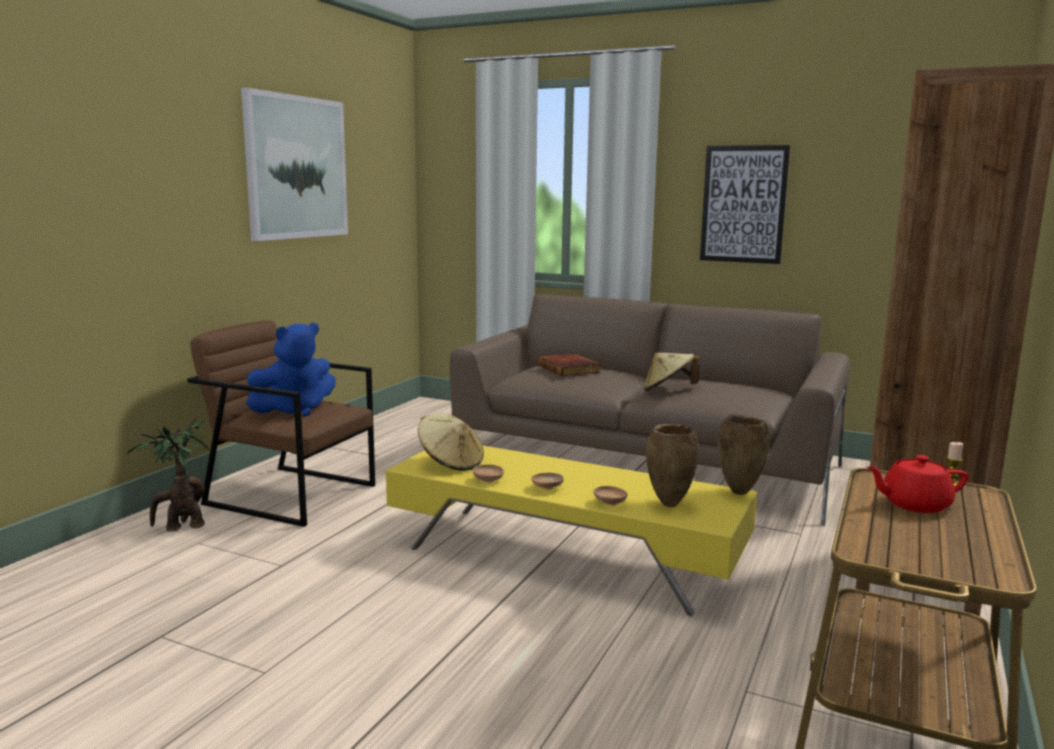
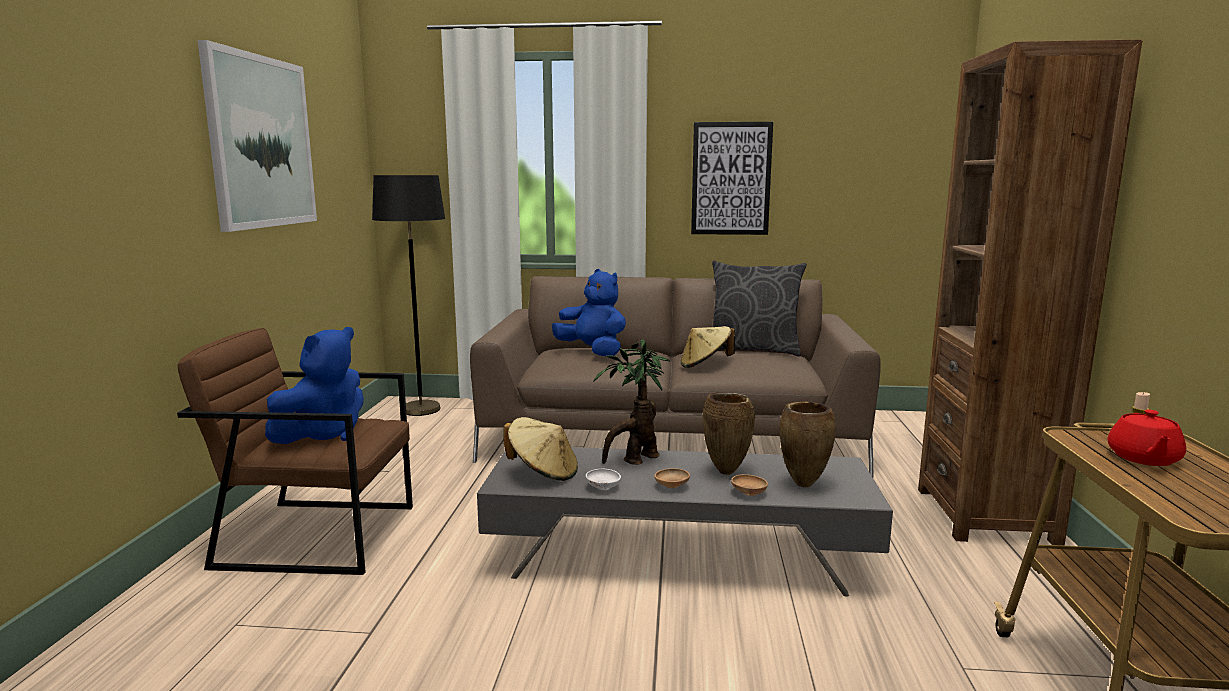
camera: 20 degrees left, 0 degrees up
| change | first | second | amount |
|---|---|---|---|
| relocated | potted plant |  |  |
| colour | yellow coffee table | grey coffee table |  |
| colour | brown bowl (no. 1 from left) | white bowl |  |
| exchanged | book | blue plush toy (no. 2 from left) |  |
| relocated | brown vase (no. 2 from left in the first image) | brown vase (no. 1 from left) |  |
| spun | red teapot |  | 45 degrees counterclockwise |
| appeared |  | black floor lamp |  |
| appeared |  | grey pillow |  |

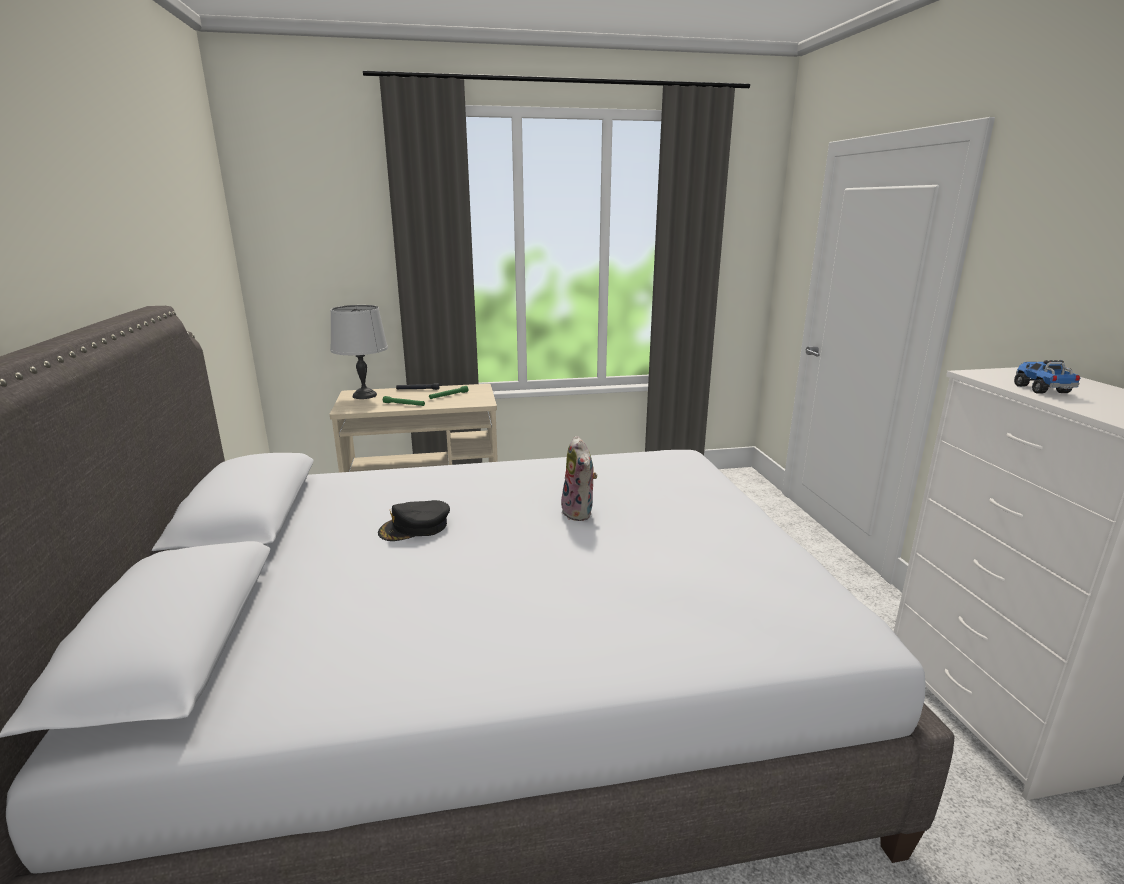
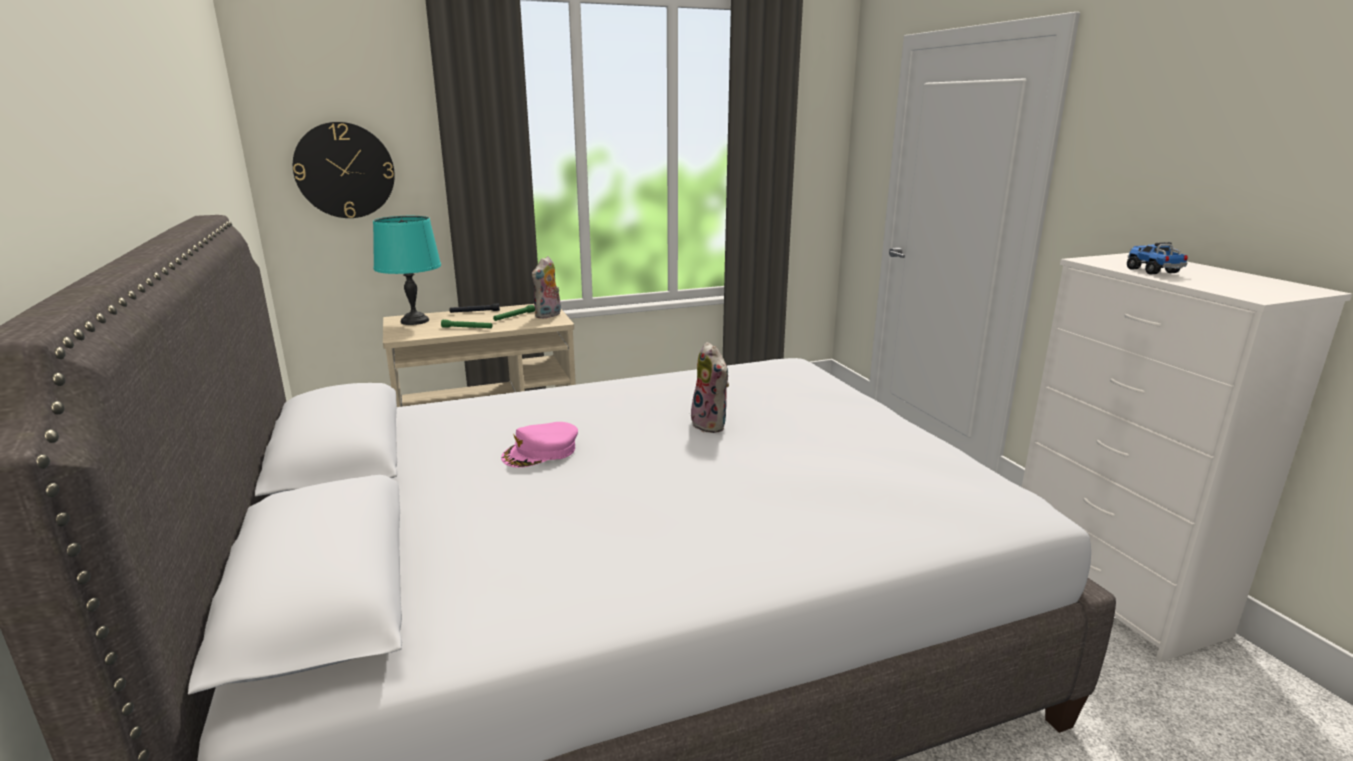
camera: 10 degrees left, 0 degrees up
| change | first | second | amount |
|---|---|---|---|
| colour | grey table lamp | turquoise table lamp |  |
| colour | black cap | pink cap |  |
| appeared |  | wall clock |  |
| appeared |  | plush toy (no. 1 from left) |  |

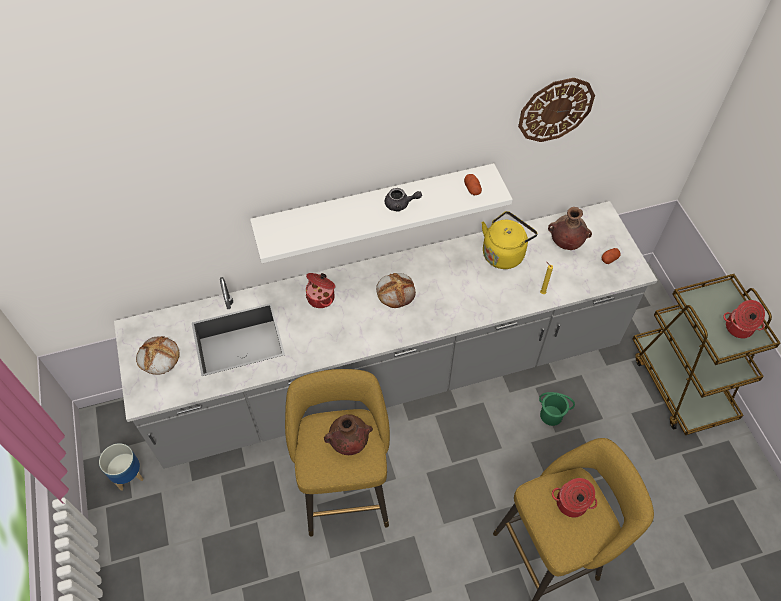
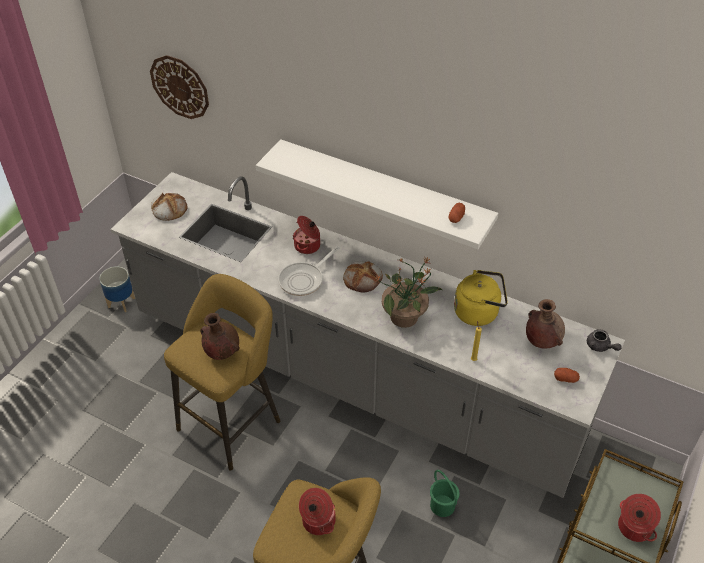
camera: 45 degrees right, 10 degrees down
| change | first | second | amount |
|---|---|---|---|
| relocated | grey teapot |  |  |
| relocated | wall clock |  |  |
| appeared |  | frying pan |  |
| appeared |  | potted plant |  |

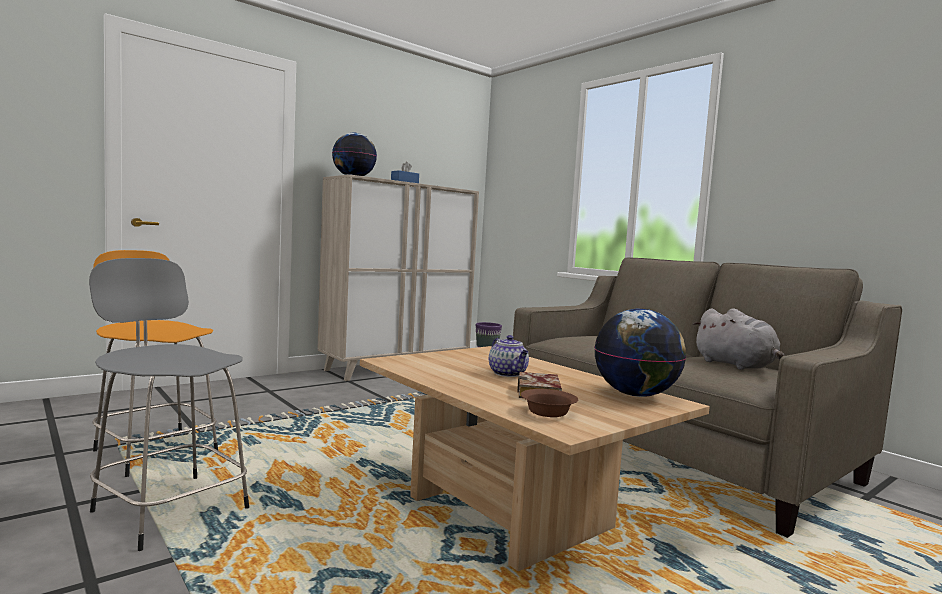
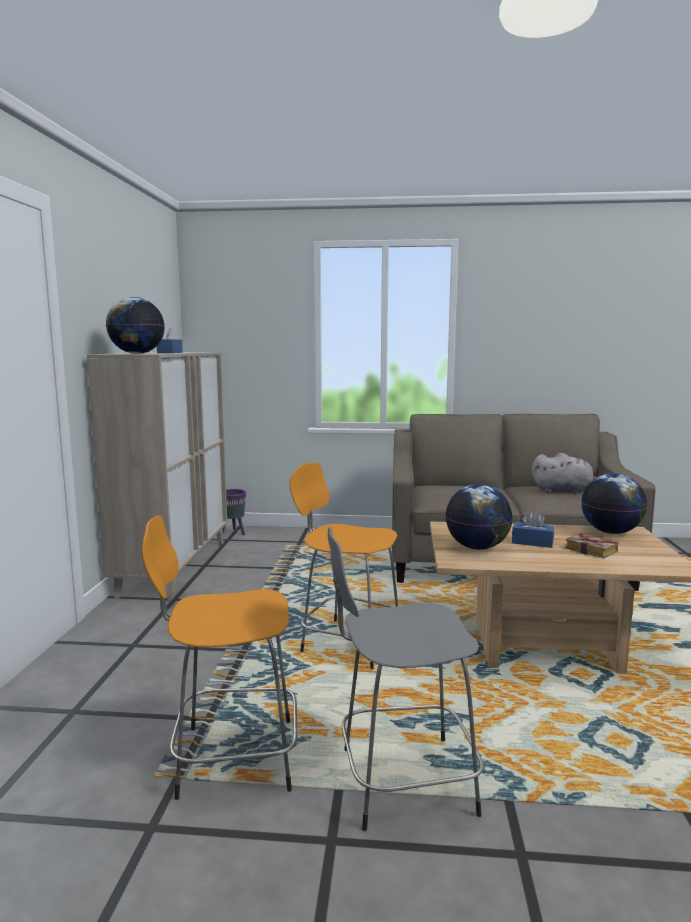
camera: 45 degrees left, 5 degrees up
| change | first | second | amount |
|---|---|---|---|
| exchanged | teapot | blue tissue box (no. 2 from left) |  |
| missing | brown bowl |  |  |
| appeared |  | orange stool (no. 2 from left) |  |
| appeared |  | globe (no. 2 from left) |  |

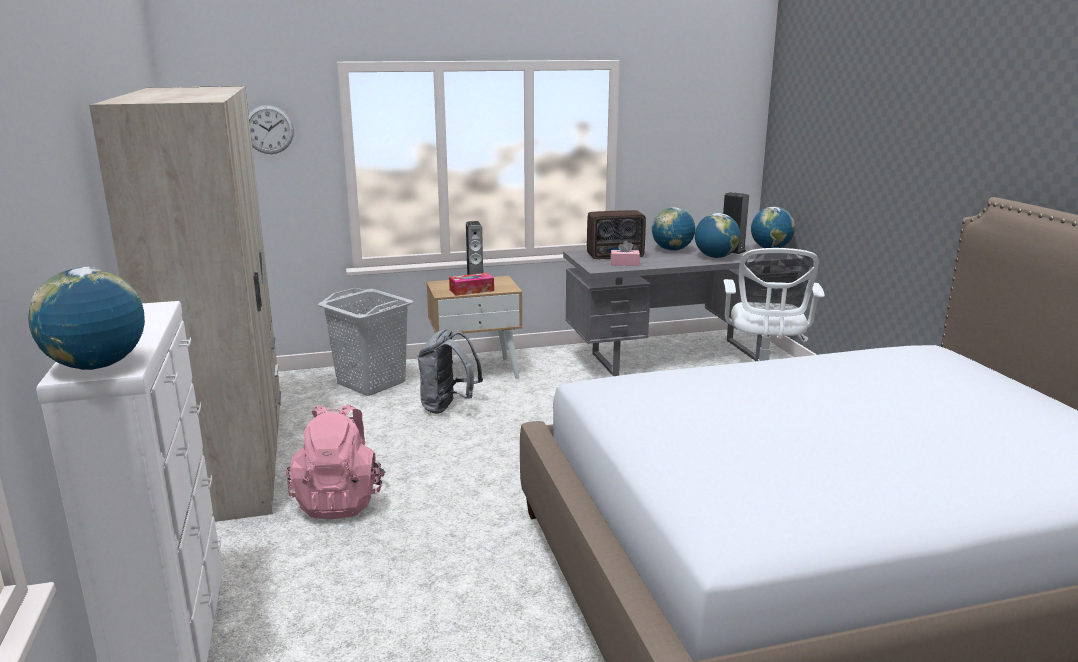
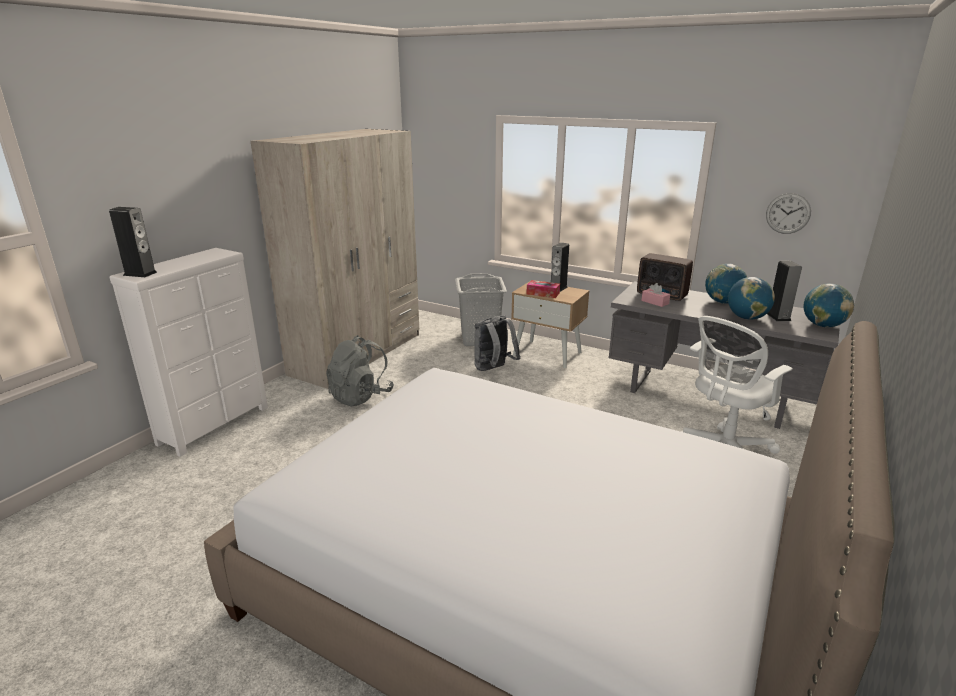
camera: 45 degrees right, 5 degrees up
| change | first | second | amount |
|---|---|---|---|
| exchanged | globe (no. 1 from left) | speaker (no. 1 from left) |  |
| relocated | wall clock |  |  |
| colour | pink backpack | grey backpack (no. 1 from left) |  |

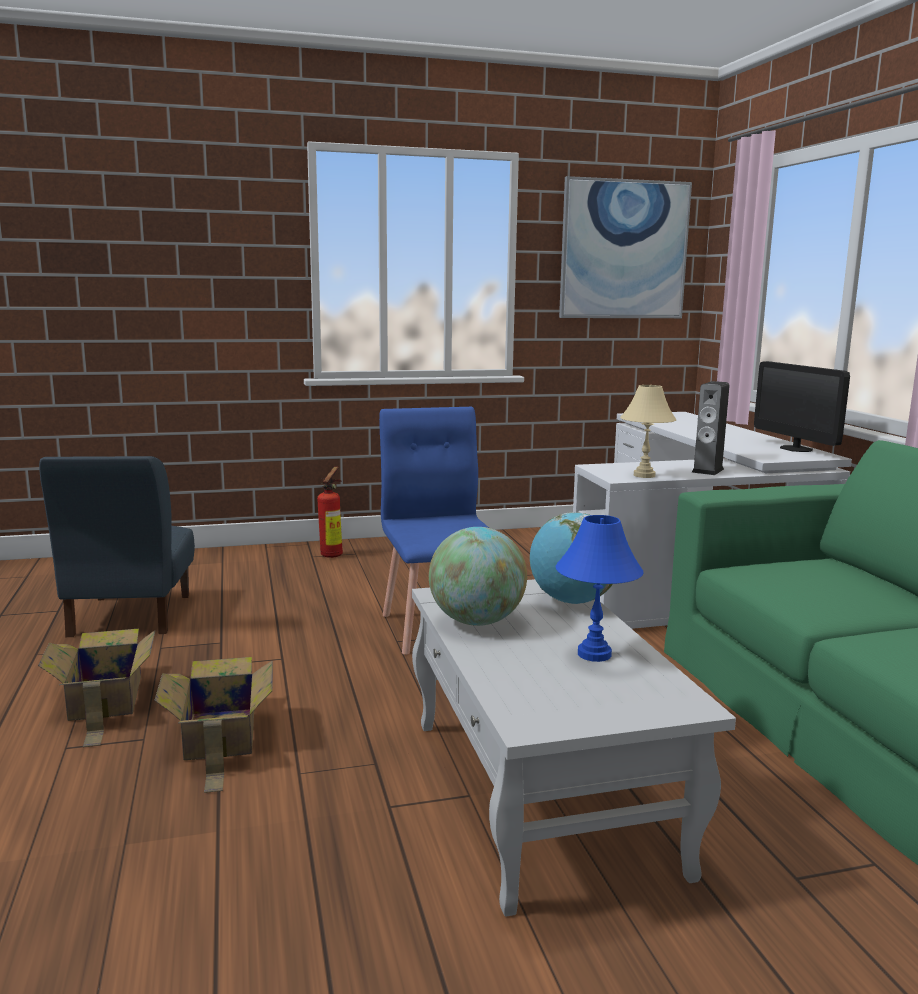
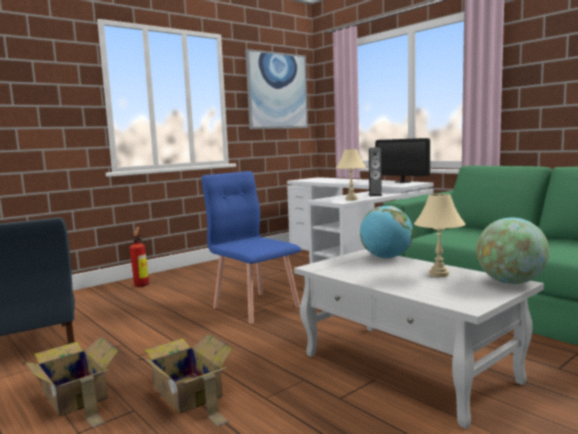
camera: 25 degrees left, 5 degrees down
| change | first | second | amount |
|---|---|---|---|
| relocated | globe (no. 1 from left in the first image) | globe (no. 2 from left) |  |
| colour | blue table lamp | beige table lamp (no. 2 from left) |  |

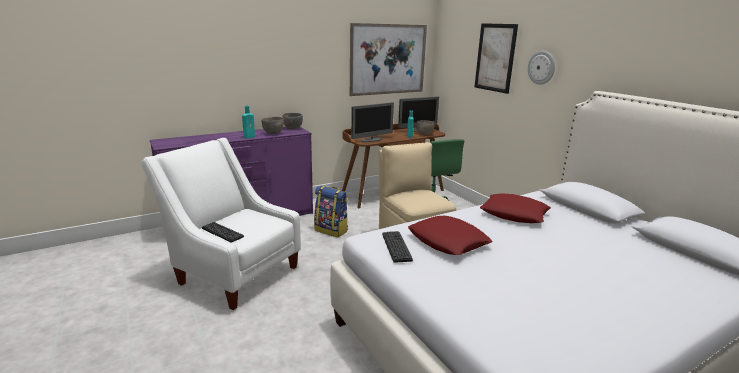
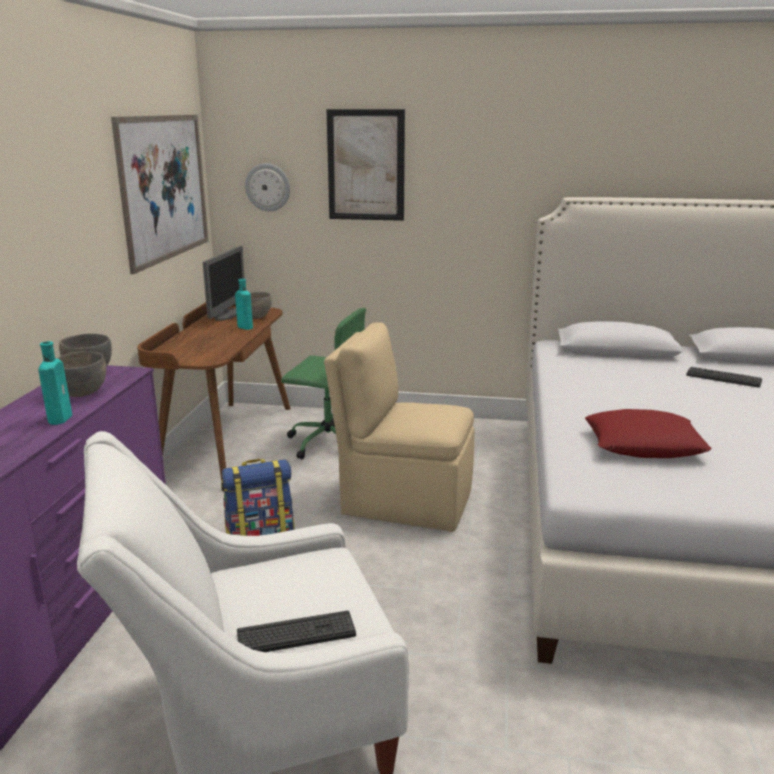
camera: 50 degrees left, 0 degrees up
| change | first | second | amount |
|---|---|---|---|
| missing | monitor (no. 1 from left) |  |  |
| relocated | keyboard (no. 2 from left) |  |  |
| missing | red pillow (no. 2 from left) |  |  |
| relocated | wall clock |  |  |

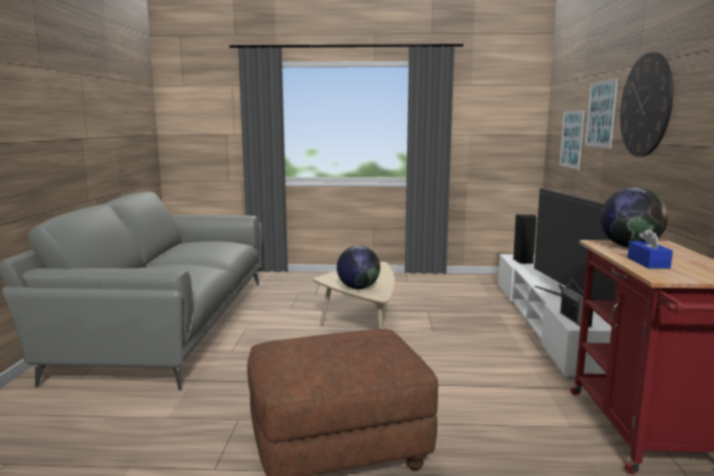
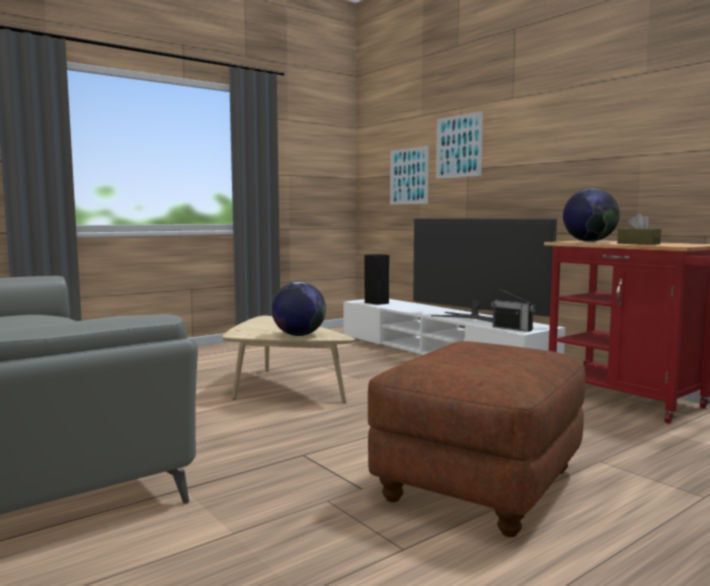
camera: 40 degrees left, 5 degrees down
| change | first | second | amount |
|---|---|---|---|
| missing | wall clock |  |  |
| colour | blue tissue box | brown tissue box |  |

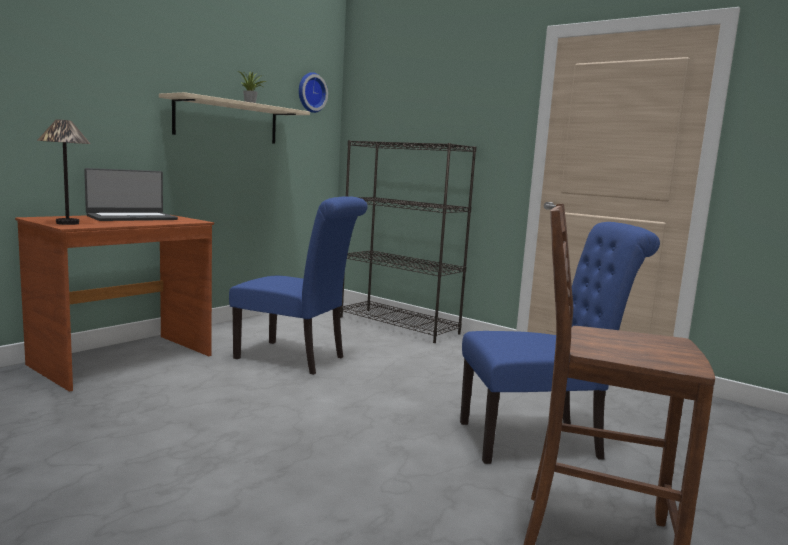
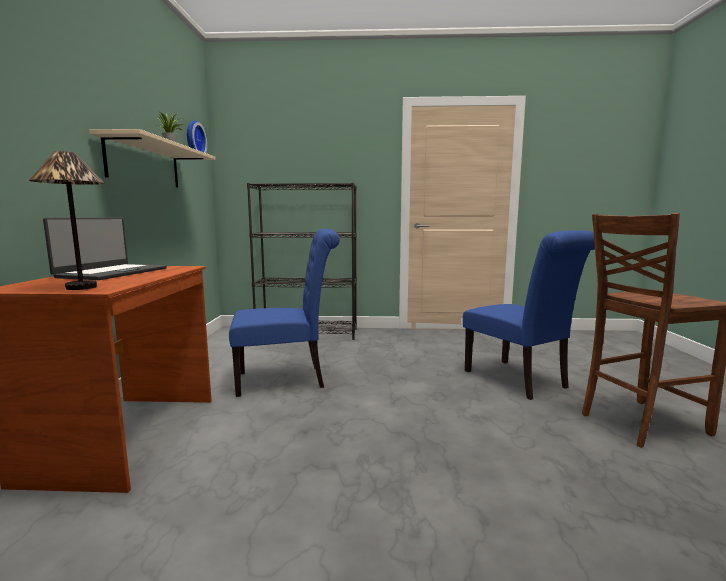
camera: 35 degrees left, 0 degrees up
| change | first | second | amount |
|---|---|---|---|
| spun | blue chair (no. 2 from left) |  | 105 degrees clockwise |

